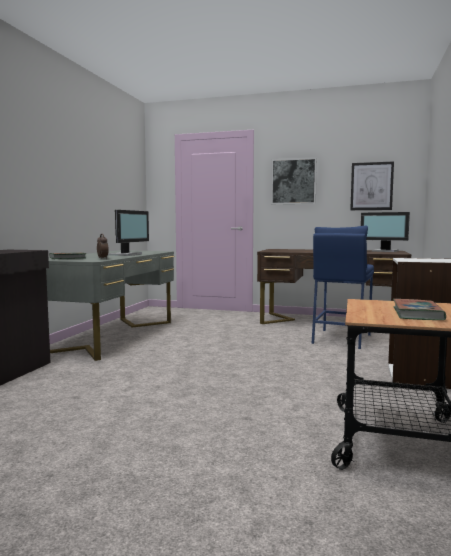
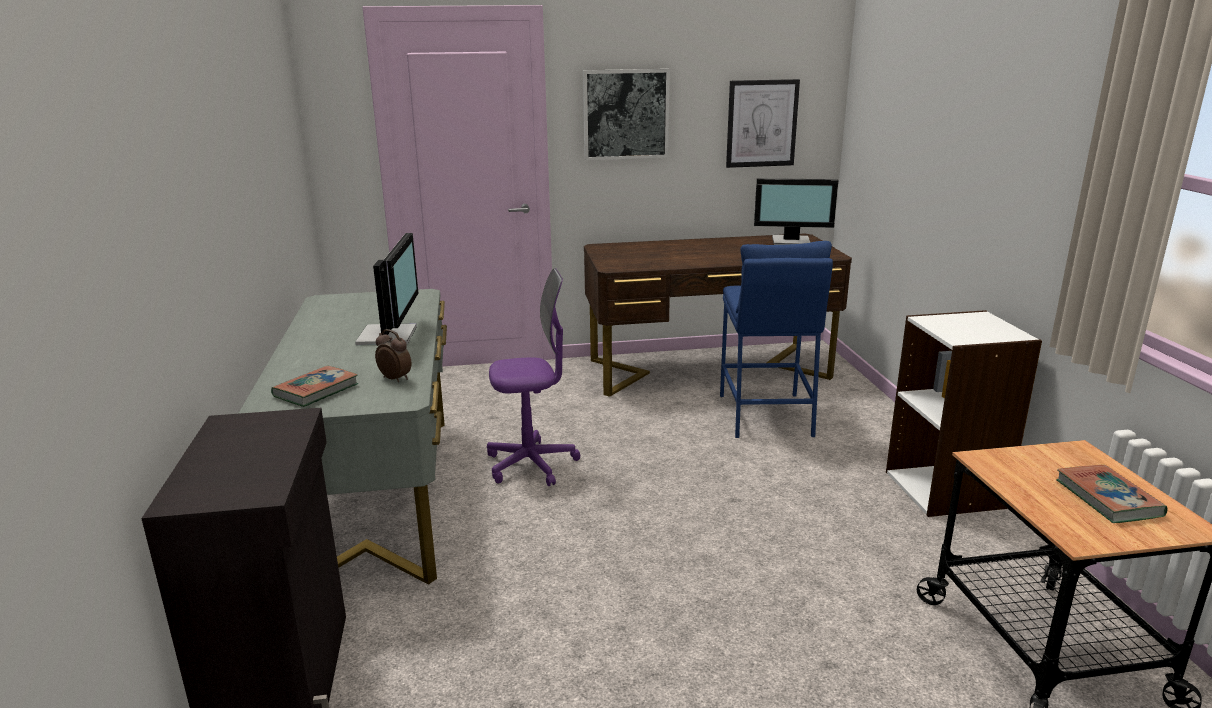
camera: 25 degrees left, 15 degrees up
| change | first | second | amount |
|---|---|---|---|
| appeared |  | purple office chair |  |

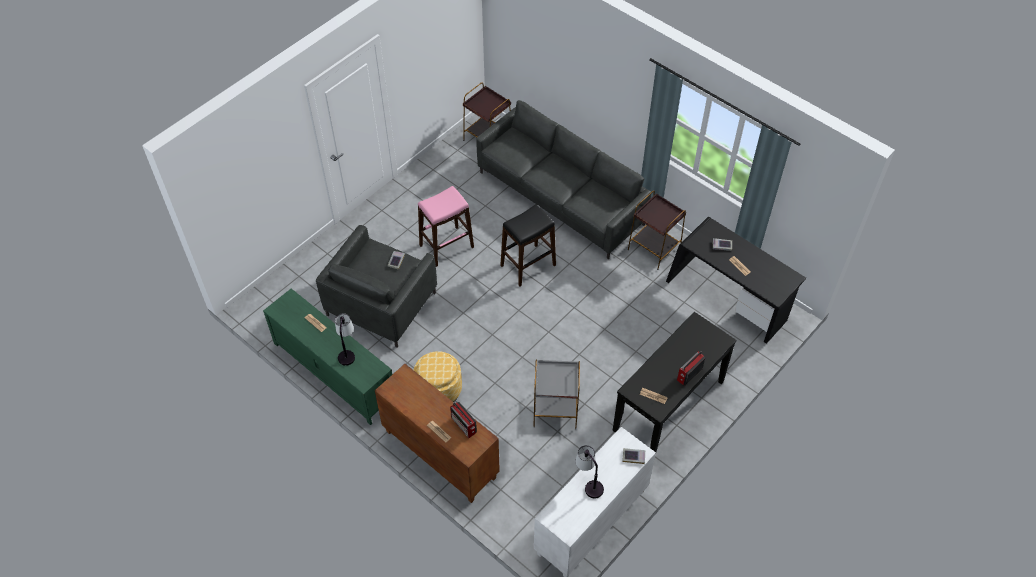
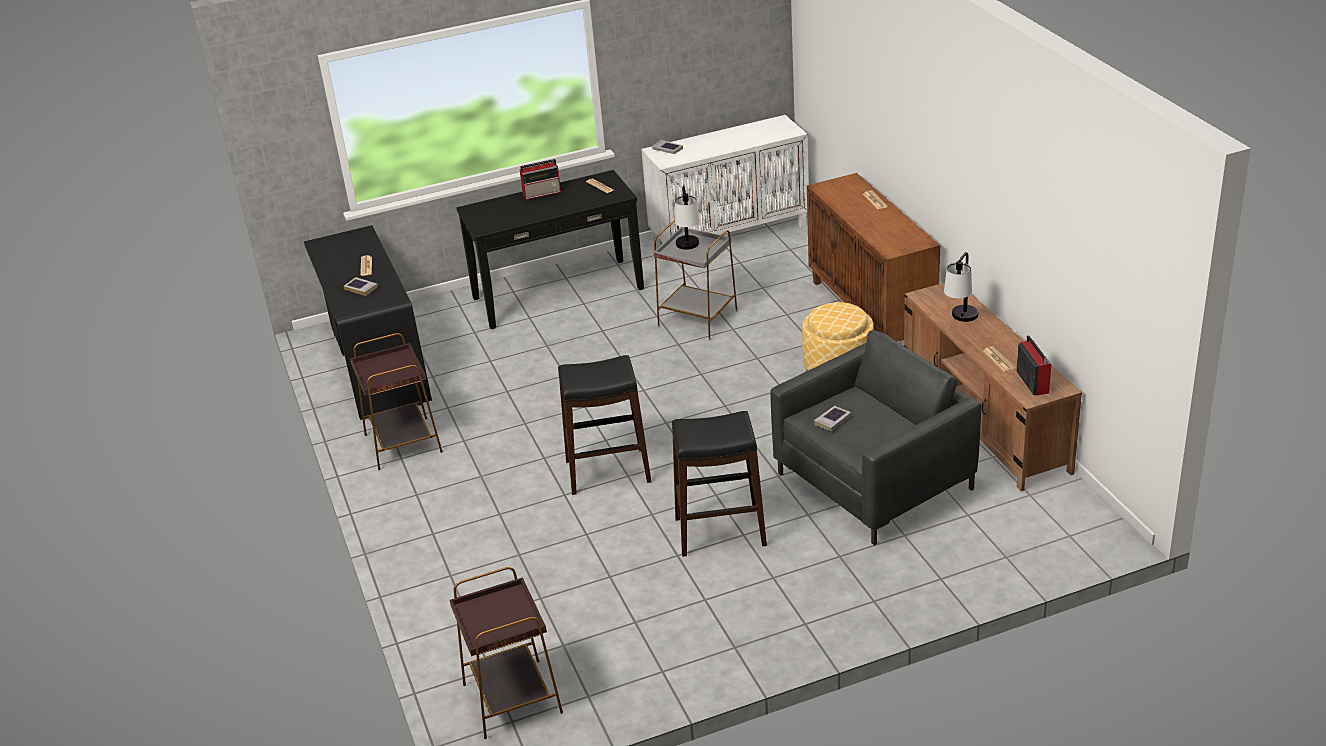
camera: 150 degrees left, 20 degrees down
| change | first | second | amount |
|---|---|---|---|
| colour | green tv stand | brown tv stand |  |
| colour | pink stool | black stool (no. 2 from left) |  |
| relocated | radio (no. 1 from left in the first image) | radio (no. 2 from left) |  |
| missing | grey sofa |  |  |
| relocated | table lamp (no. 2 from left in the first image) | table lamp (no. 1 from left) |  |

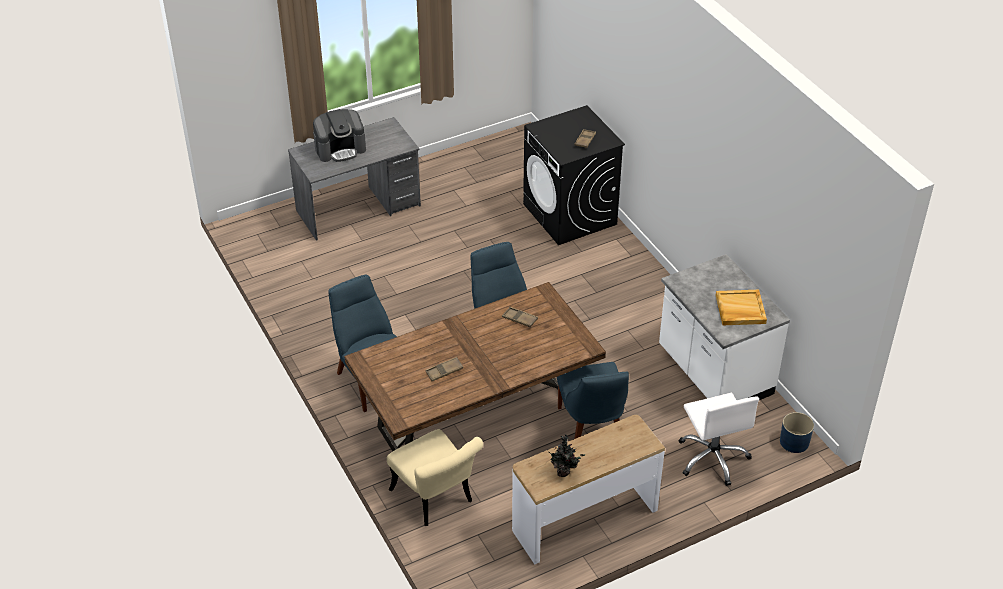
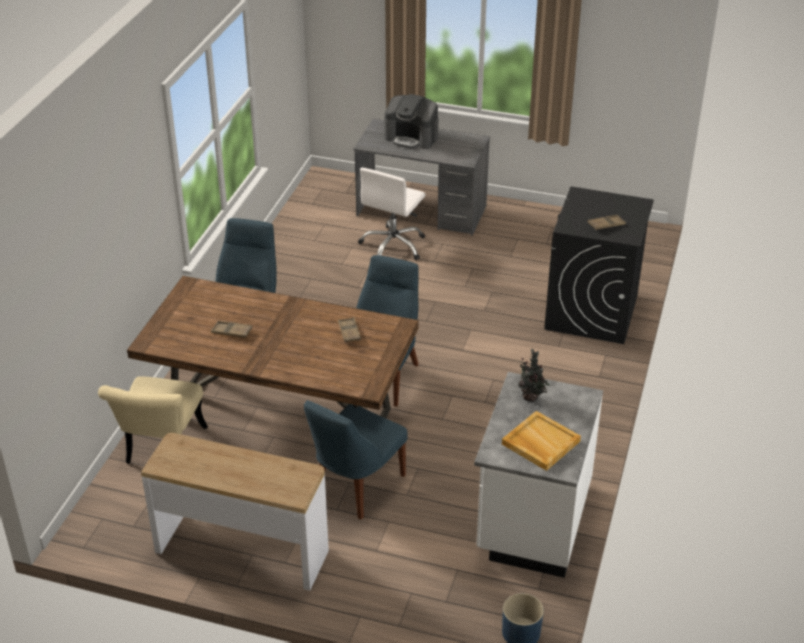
camera: 45 degrees right, 5 degrees down
| change | first | second | amount |
|---|---|---|---|
| relocated | potted plant |  |  |
| relocated | white office chair |  |  |

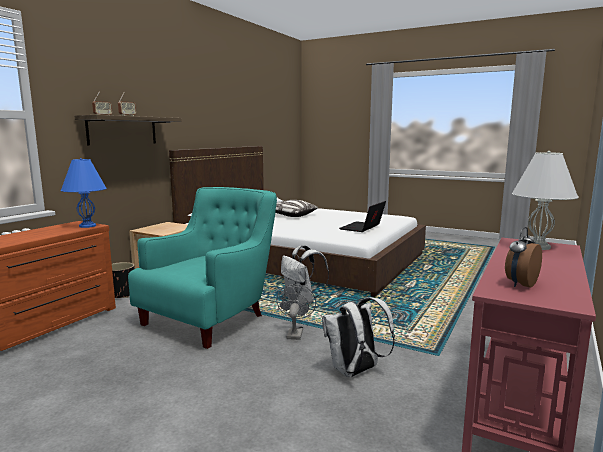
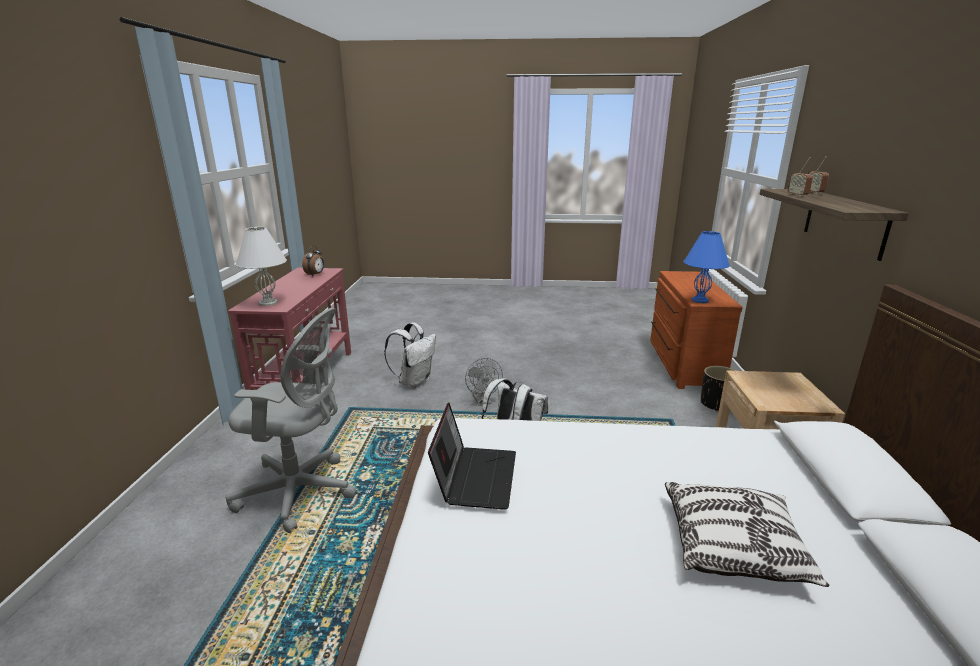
camera: 155 degrees right, 10 degrees up
| change | first | second | amount |
|---|---|---|---|
| missing | turquoise armchair |  |  |
| appeared |  | grey office chair |  |

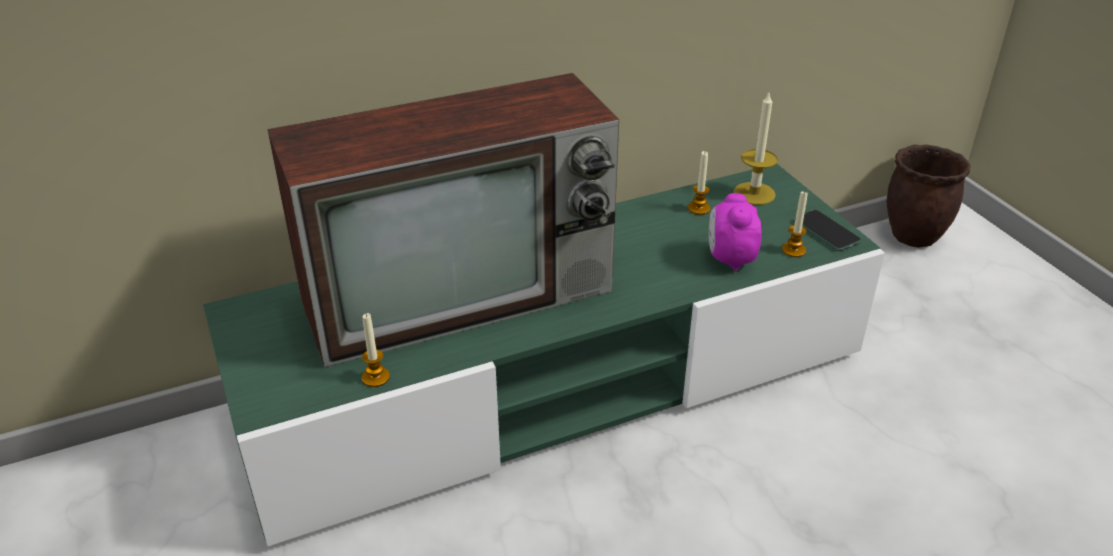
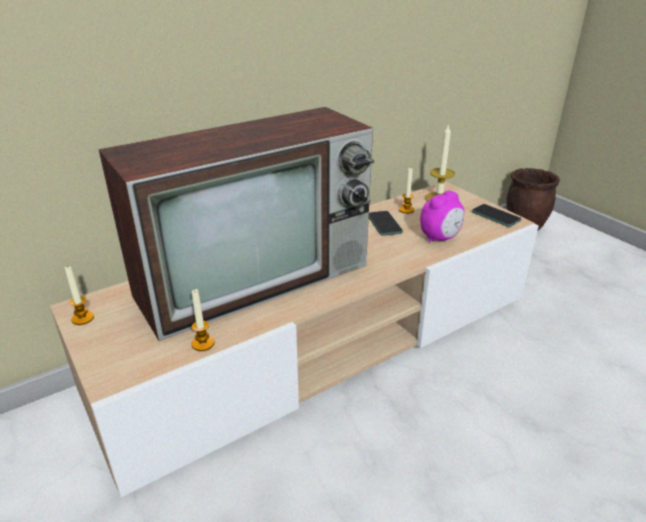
camera: 10 degrees left, 5 degrees down
| change | first | second | amount |
|---|---|---|---|
| colour | green tv stand | beige tv stand |  |
| spun | alarm clock |  | 120 degrees counterclockwise |
| relocated | candle (no. 4 from left in the first image) | candle (no. 1 from left) |  |
| appeared |  | phone (no. 1 from left) |  |

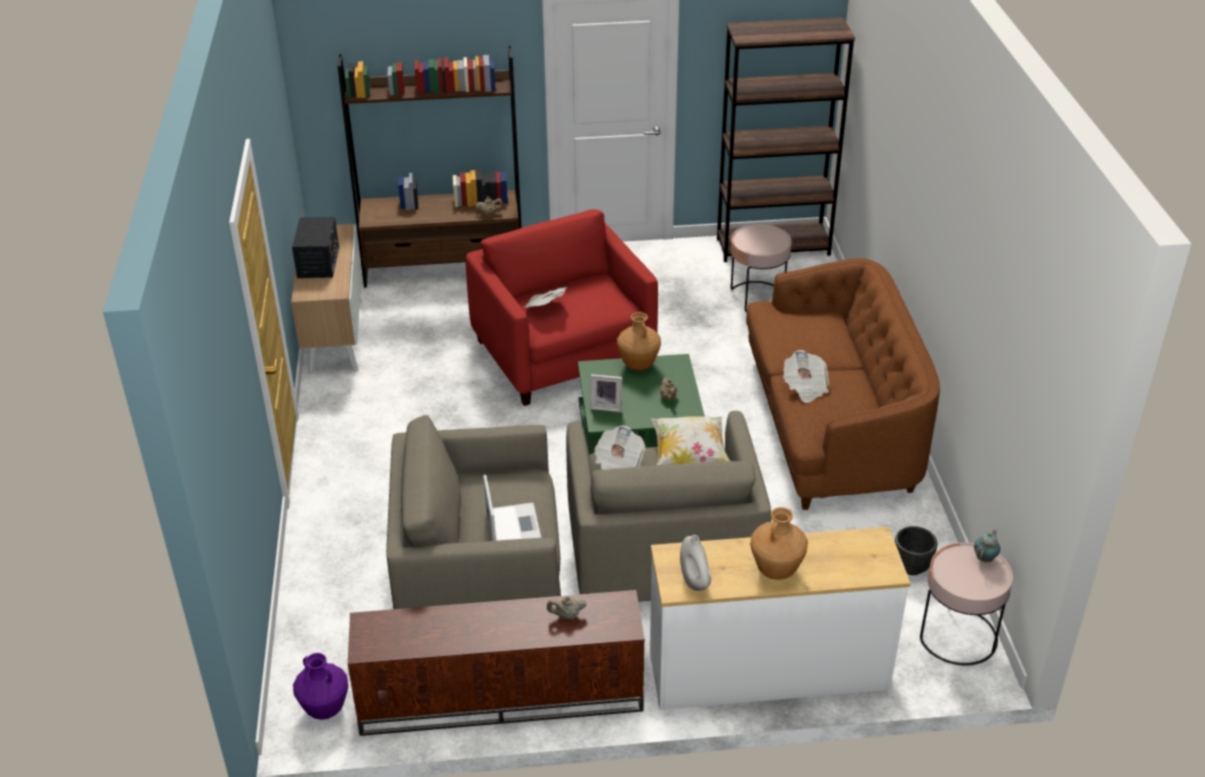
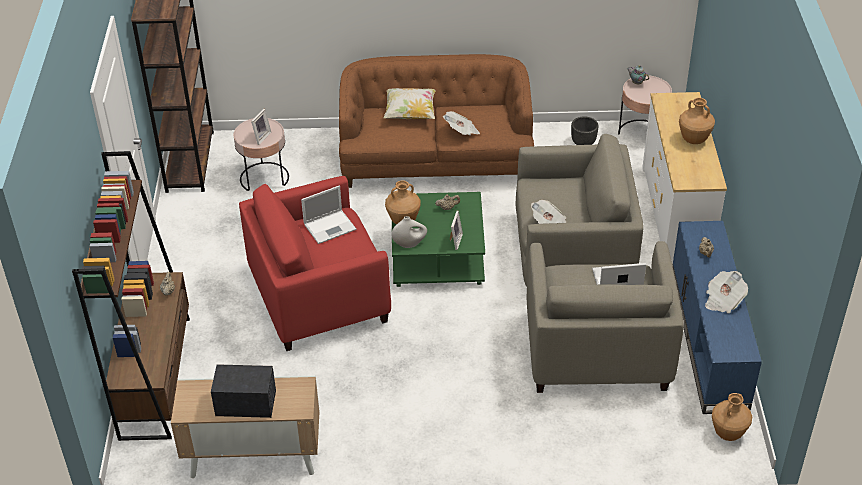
camera: 85 degrees left, 5 degrees up
| change | first | second | amount |
|---|---|---|---|
| colour | purple vase | brown vase (no. 3 from left) |  |
| colour | brown tv stand | blue tv stand |  |
| relocated | newspaper (no. 1 from left in the first image) | newspaper (no. 3 from left) |  |
| relocated | pillow |  |  |
| relocated | white vase |  |  |
| appeared |  | picture frame (no. 1 from left) |  |
| appeared |  | laptop (no. 1 from left) |  |

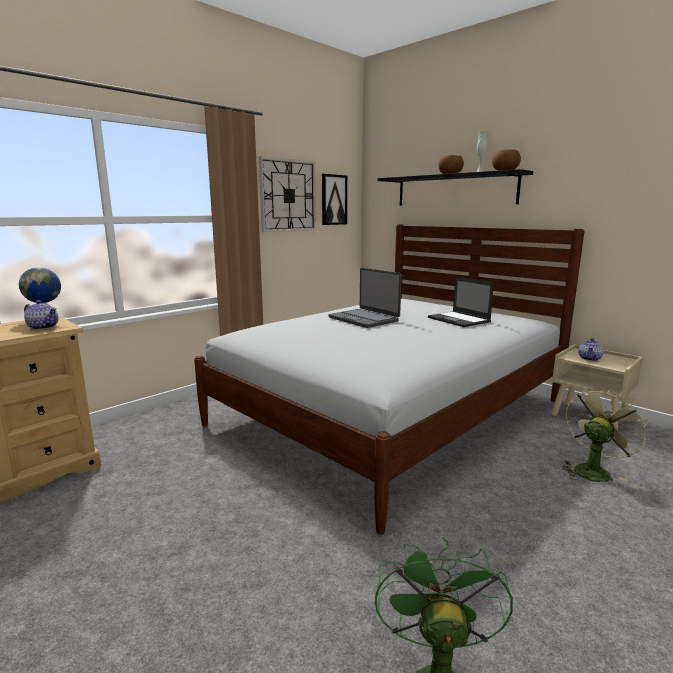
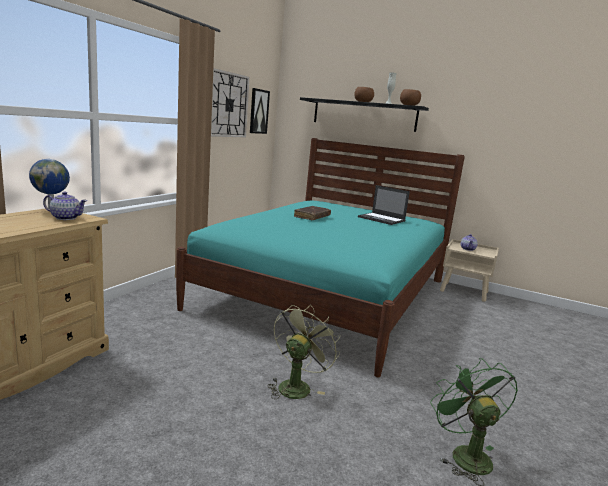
camera: 20 degrees left, 0 degrees up
| change | first | second | amount |
|---|---|---|---|
| colour | white bed | turquoise bed |  |
| exchanged | laptop (no. 1 from left) | brown book |  |
| relocated | green fan (no. 2 from left in the first image) | green fan (no. 1 from left) |  |

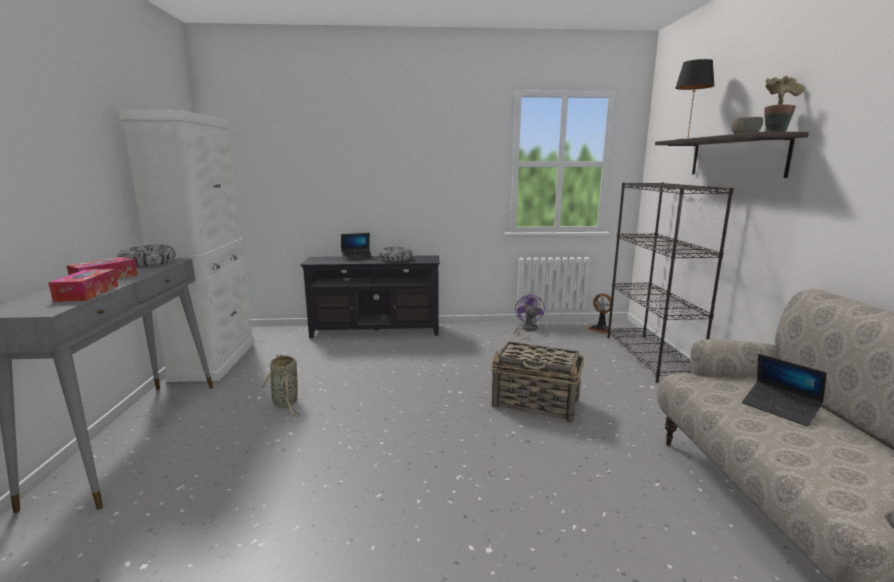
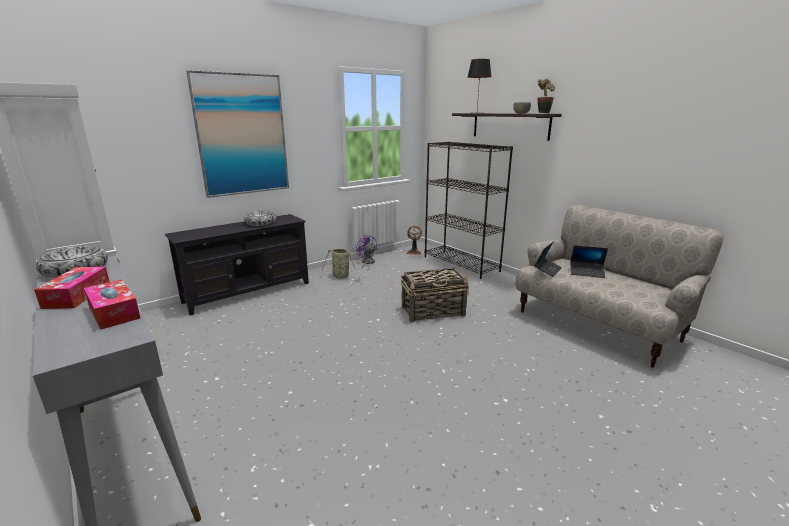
camera: 35 degrees left, 5 degrees up
| change | first | second | amount |
|---|---|---|---|
| relocated | basket (no. 1 from left) |  |  |
| relocated | laptop (no. 1 from left) |  |  |
| appeared |  | picture |  |

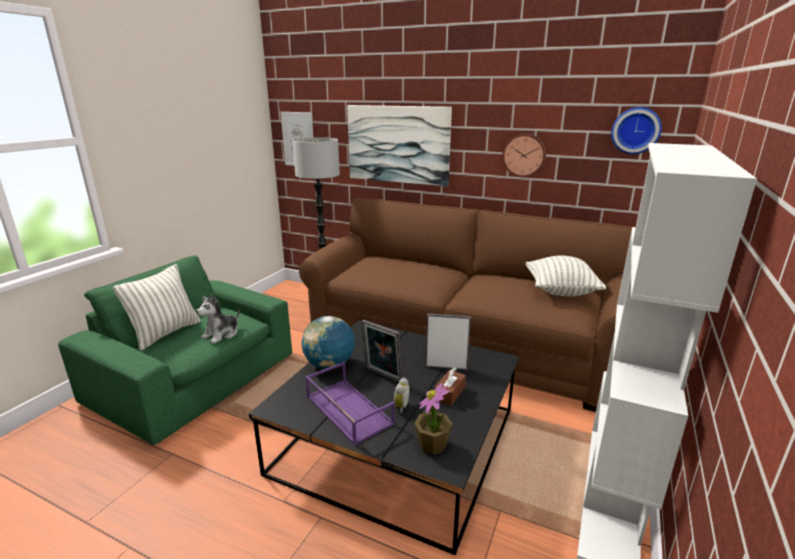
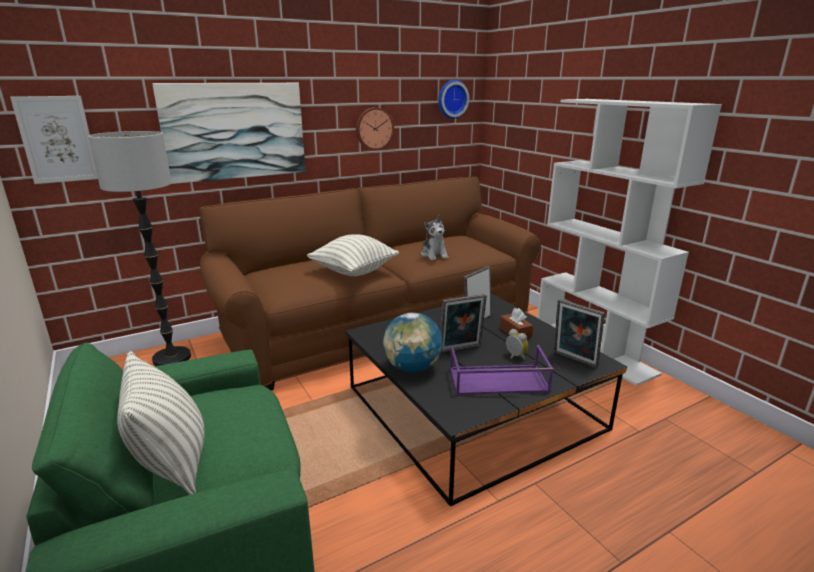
camera: 55 degrees left, 0 degrees up
| change | first | second | amount |
|---|---|---|---|
| relocated | plush toy |  |  |
| exchanged | potted plant | picture frame (no. 3 from left) |  |
| relocated | pillow (no. 2 from left) |  |  |

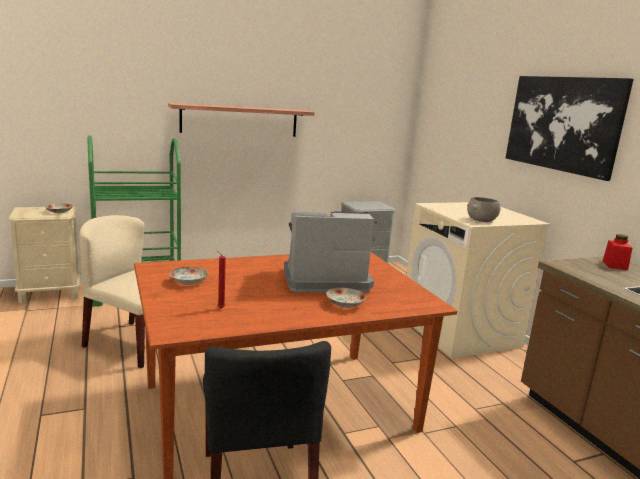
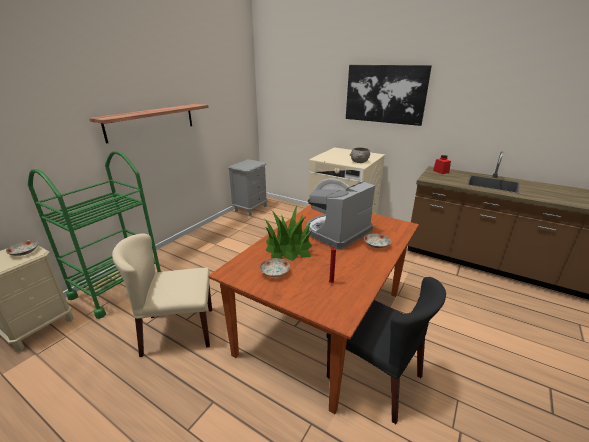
camera: 35 degrees left, 10 degrees up
| change | first | second | amount |
|---|---|---|---|
| appeared |  | potted plant |  |

